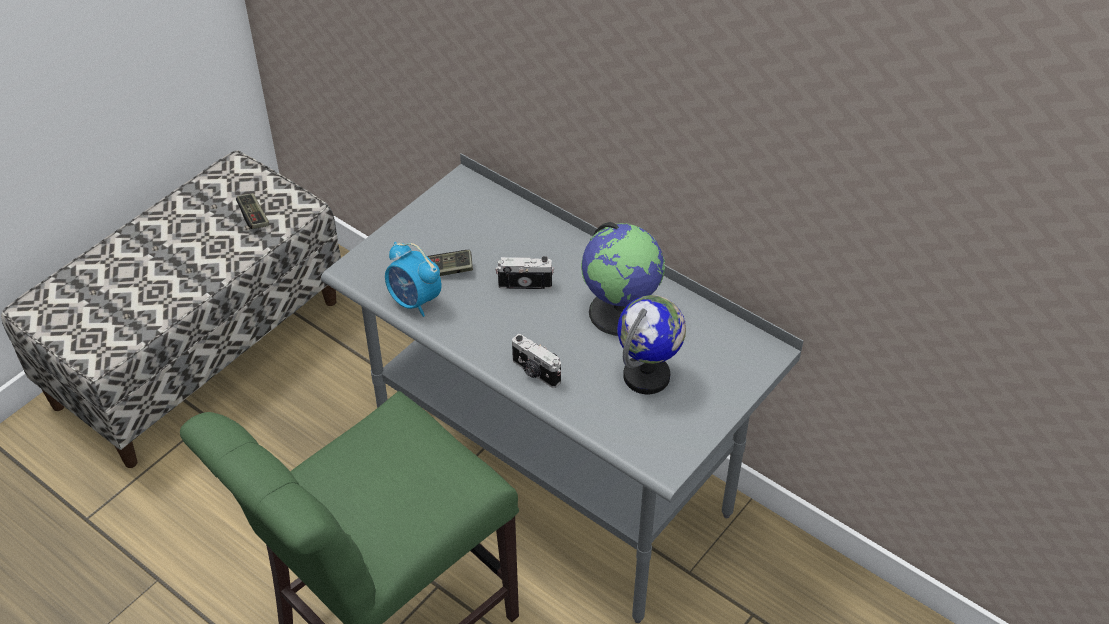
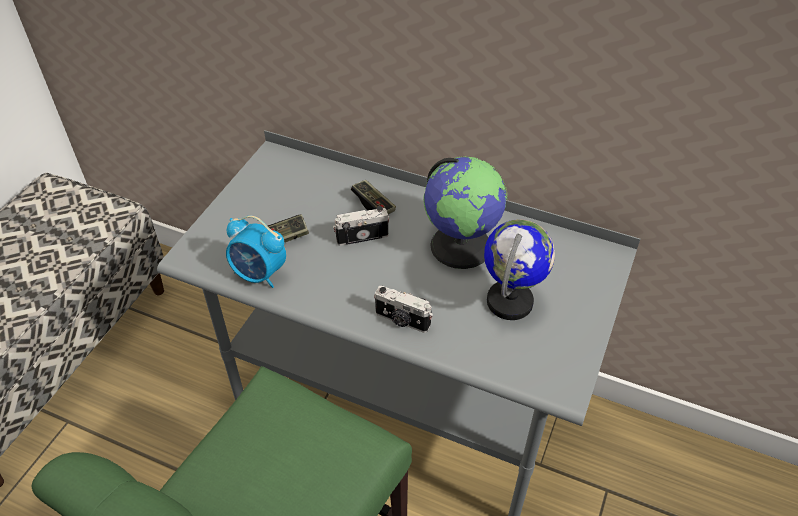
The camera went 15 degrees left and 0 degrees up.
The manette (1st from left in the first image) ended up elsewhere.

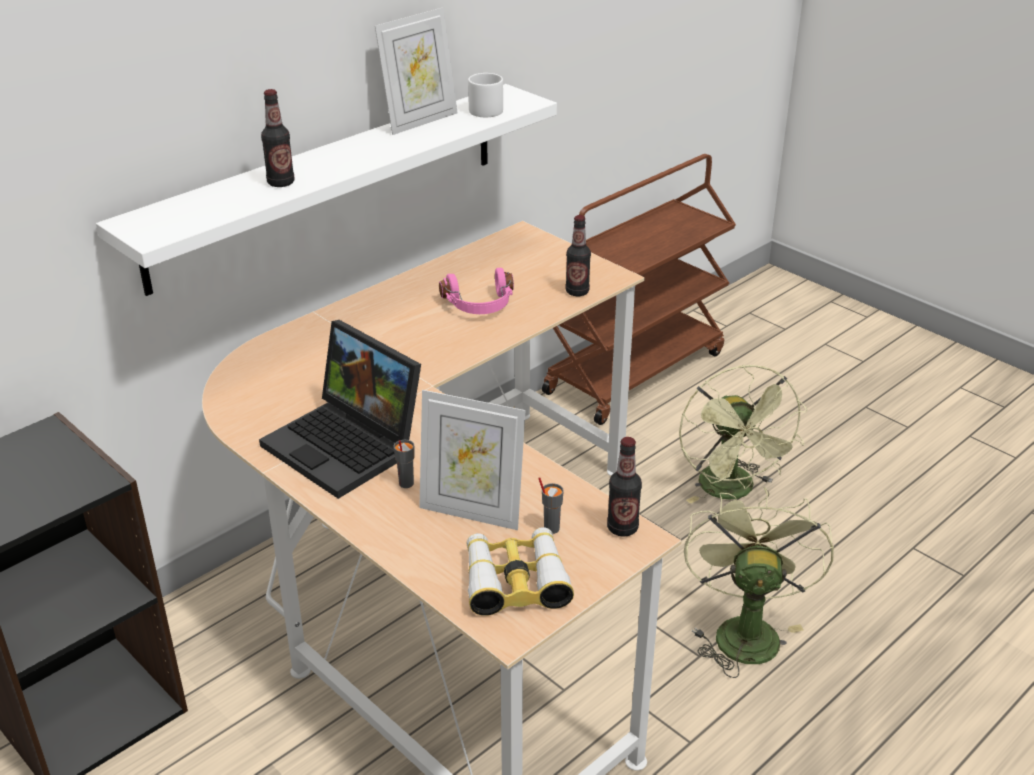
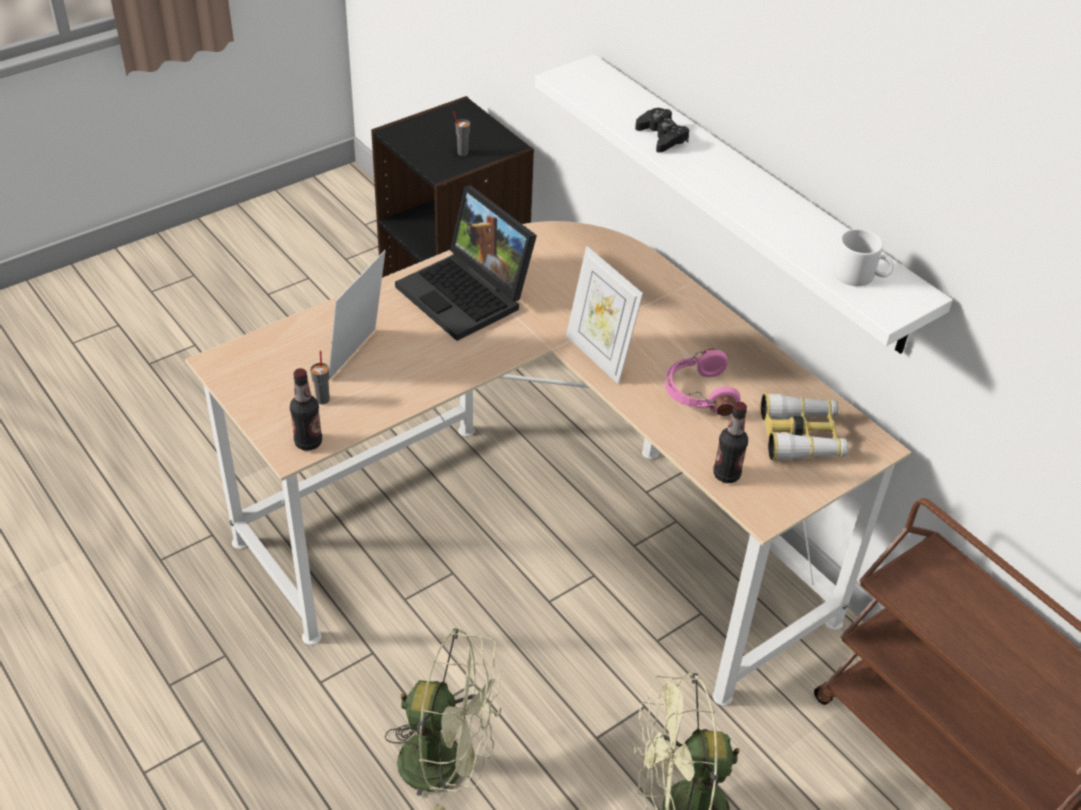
The camera went 95 degrees right and 10 degrees up.
The cadre photo (1st from left in the first image) ended up elsewhere.
Where the bouteille (1st from left) stood, the manette [noir] came to stand.
The ordinateur portable ended up facing another way, 90 degrees counterclockwise from before.
The tasse [gris] (1st from left in the first image) ended up elsewhere.
The jumelles ended up elsewhere.

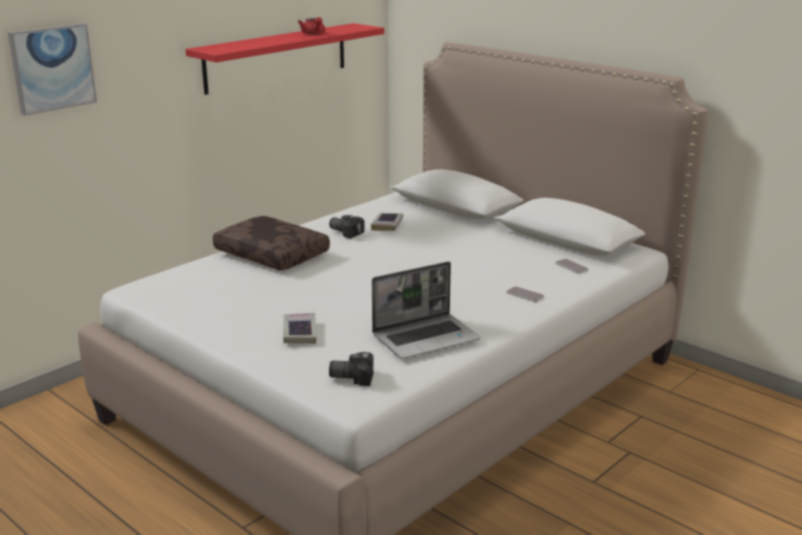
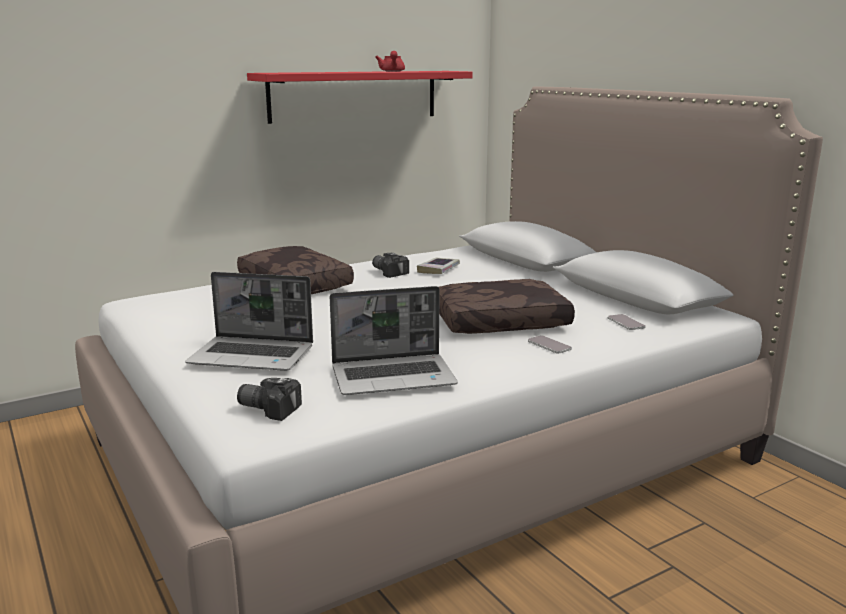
The camera went 15 degrees right and 5 degrees down.
The second view lost the tableau.
Where the livre (1st from left) stood, the ordinateur portable (1st from left) came to stand.
The second view gained the coussin [marron] (2nd from left).

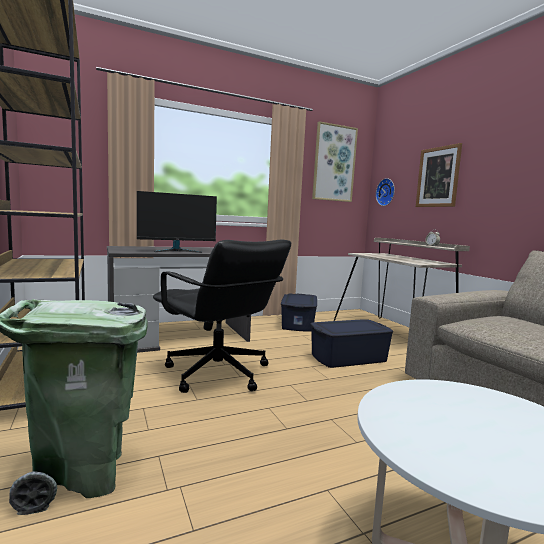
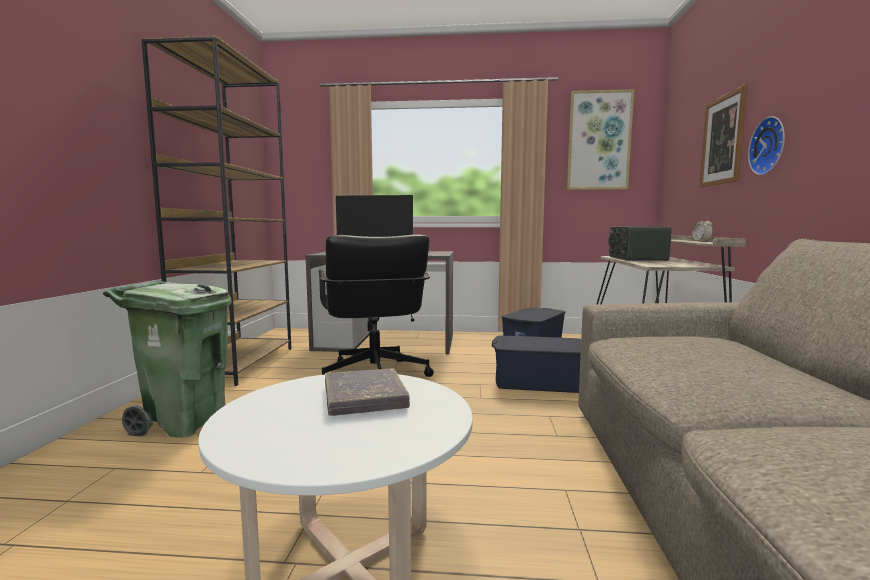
The camera went 30 degrees right and 0 degrees up.
The horloge murale ended up elsewhere.
The second view gained the radio.
The second view gained the livre [gris].

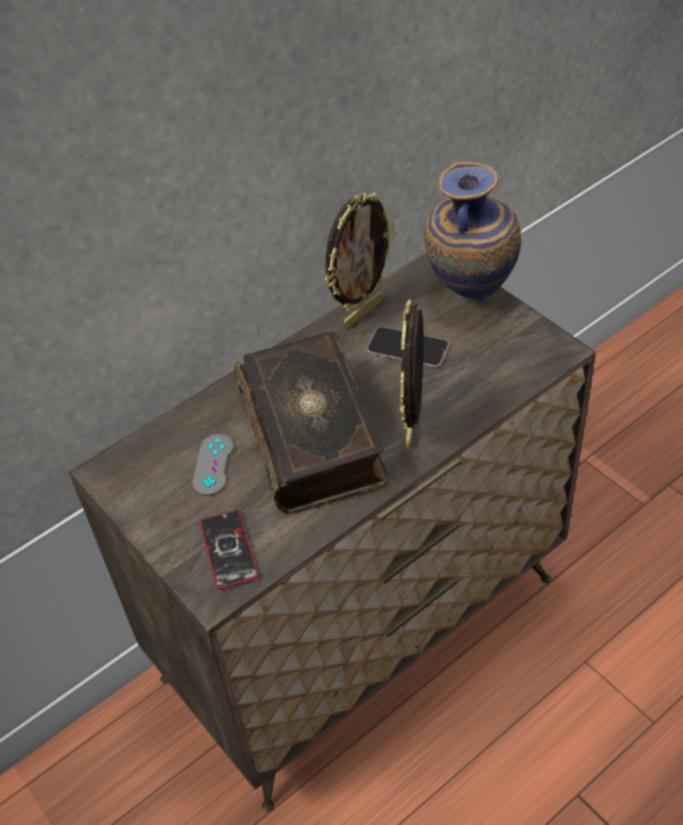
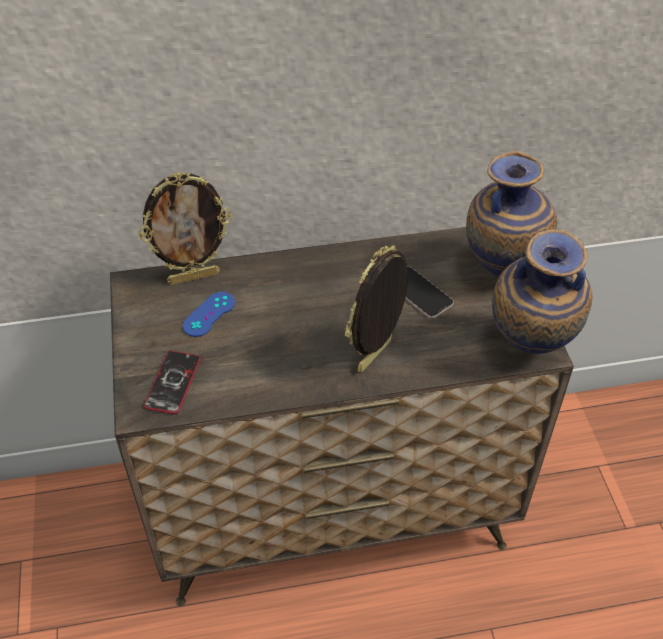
The camera went 25 degrees right and 0 degrees up.
The cadre photo (1st from left) ended up elsewhere.
The second view lost the livre.
What was the manette [gris] turned into the manette [bleu].
The second view gained the vase (2nd from left).

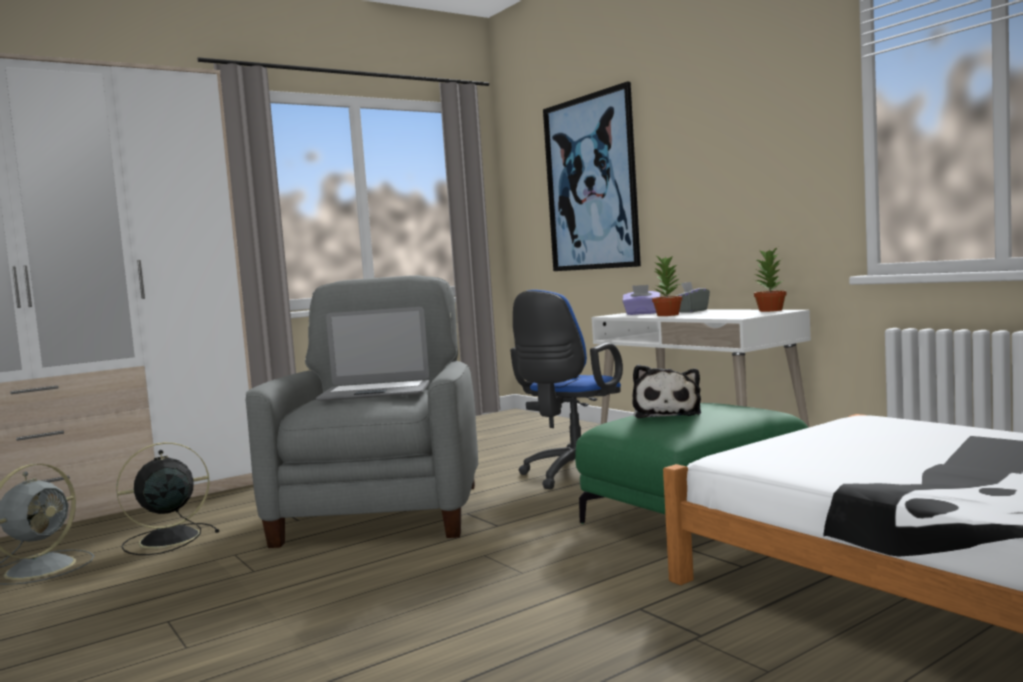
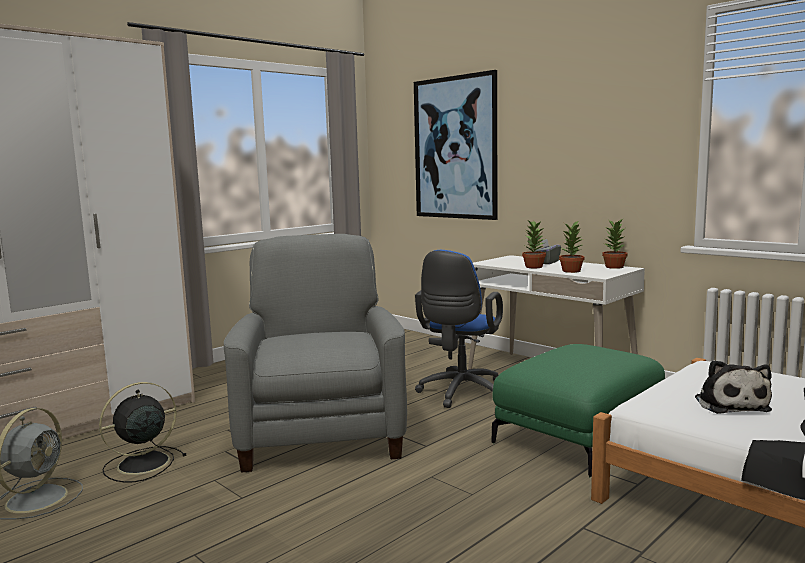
The camera went 10 degrees left and 5 degrees up.
The second view lost the boîte à mouchoirs [violet].
The second view lost the ordinateur portable.
The peluche ended up elsewhere.
The second view gained the plante en pot (2nd from left).

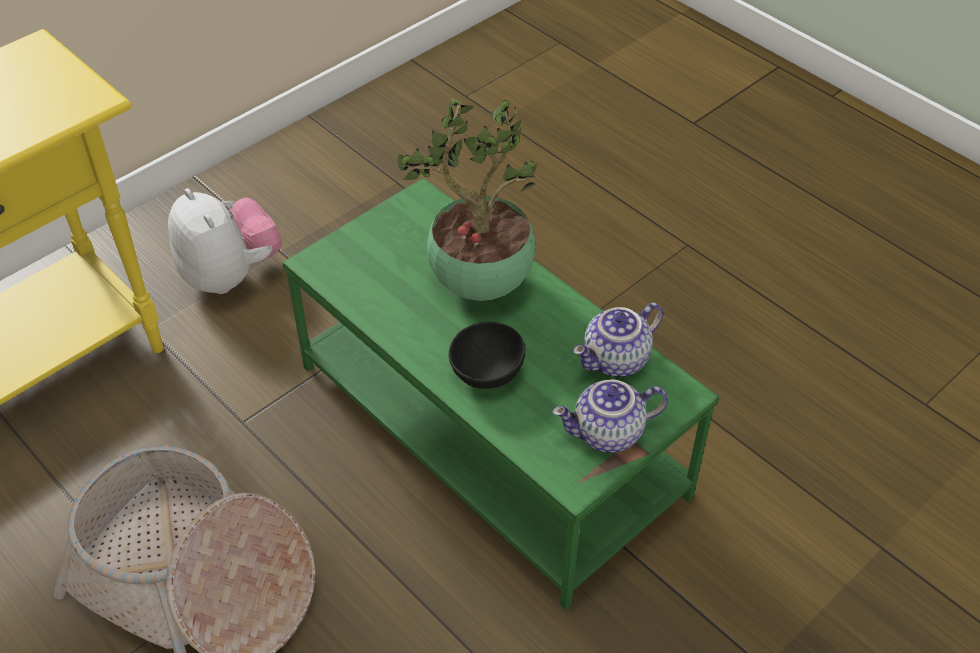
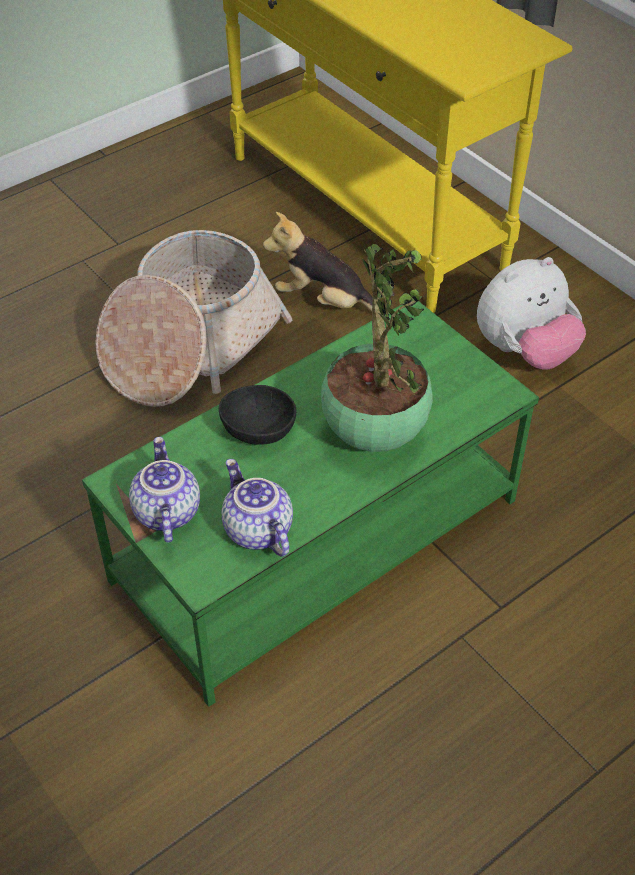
The camera went 95 degrees right and 0 degrees up.
The second view gained the peluche (1st from left).

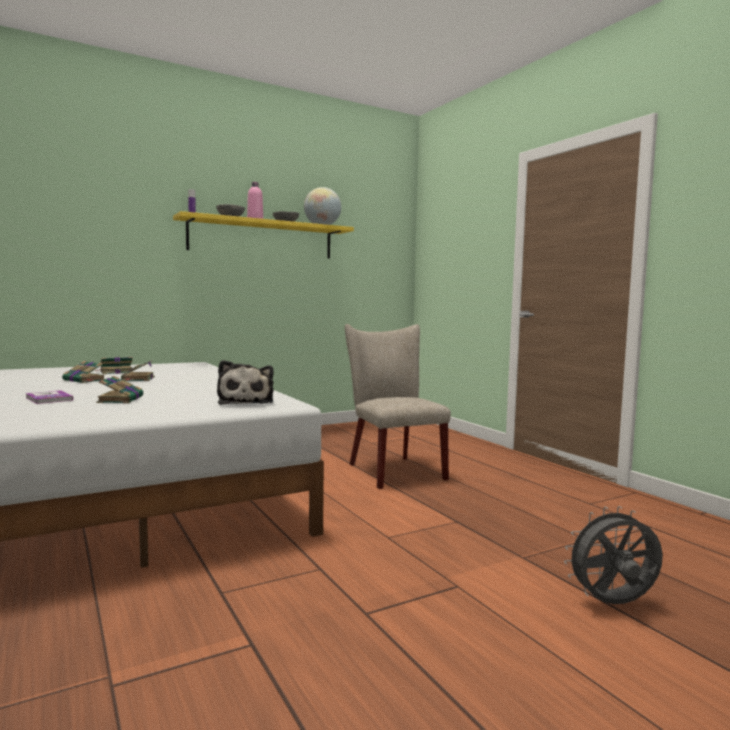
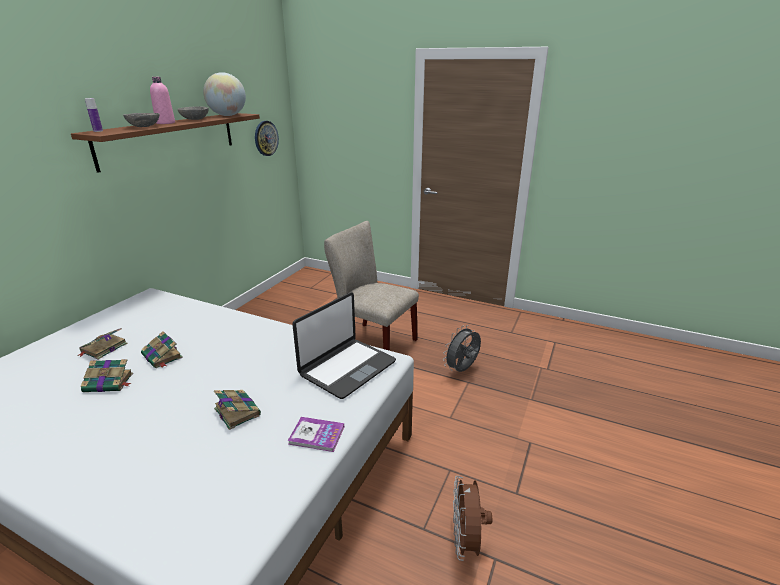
The camera went 35 degrees left and 20 degrees up.
What was the étagère [jaune] turned into the étagère [marron].
Where the peluche stood, the ordinateur portable came to stand.
The livre (1st from left in the first image) ended up elsewhere.
The ventilateur [gris] ended up elsewhere.
The second view gained the horloge murale.
The second view gained the ventilateur [marron].

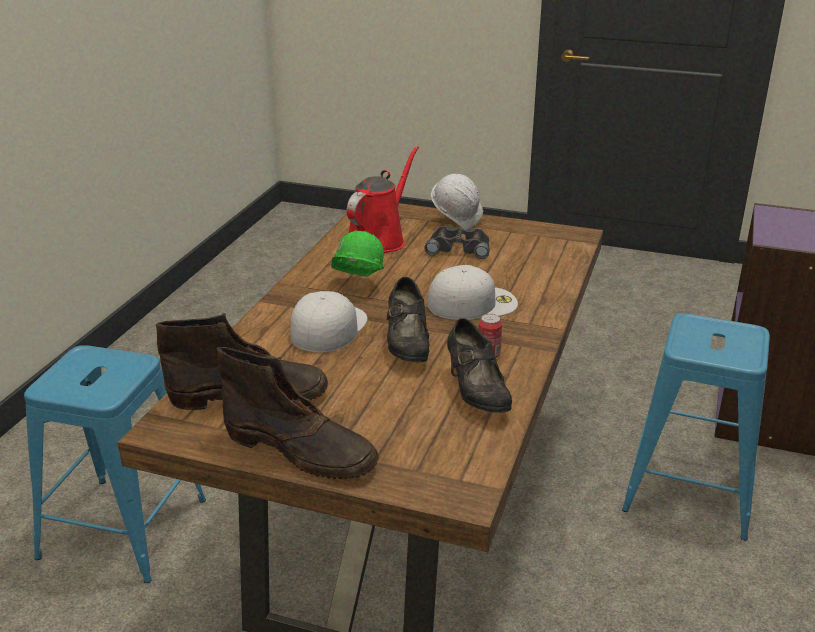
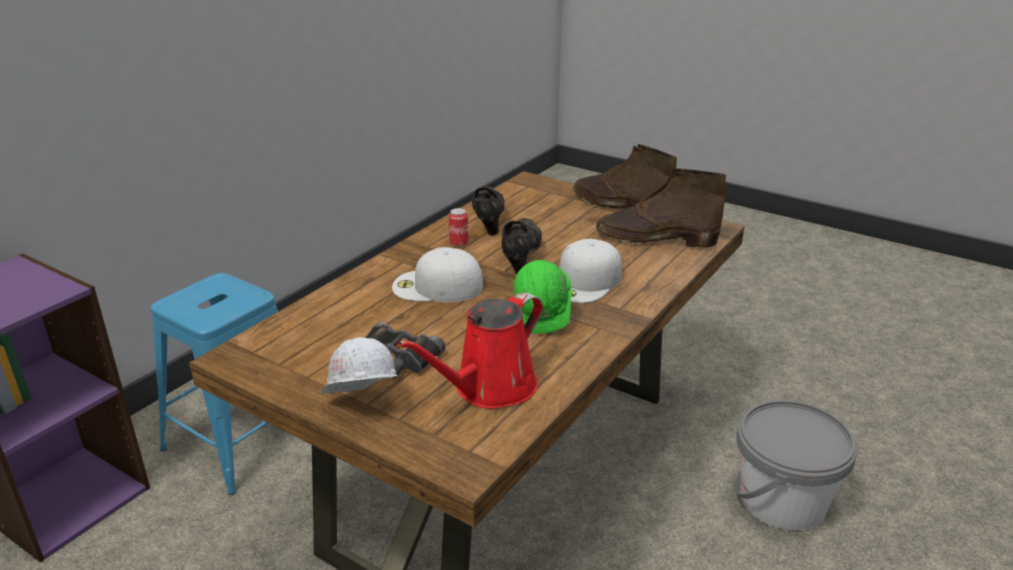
The camera went 165 degrees left and 0 degrees up.
Where the tabouret [bleu] (1st from left) stood, the seau [gris] came to stand.

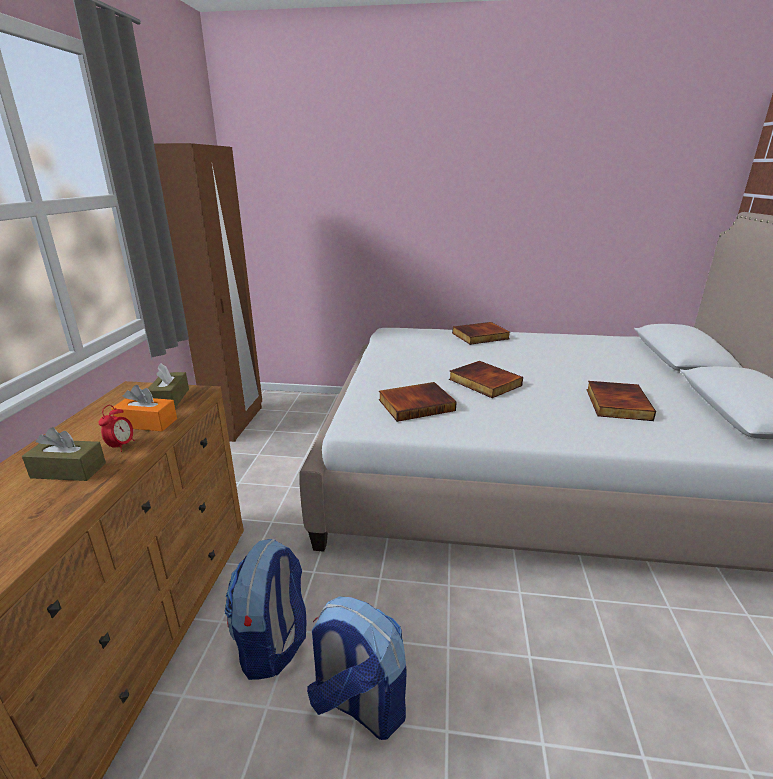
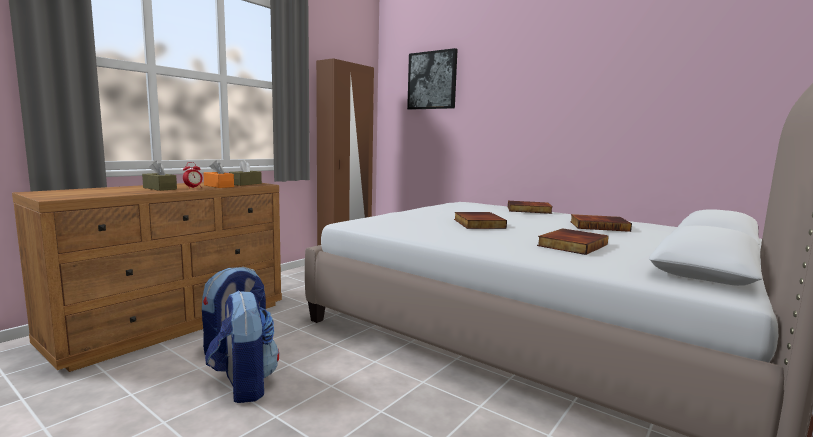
The camera went 30 degrees right and 15 degrees down.
The livre (1st from left in the first image) ended up elsewhere.
The second view gained the tableau.

